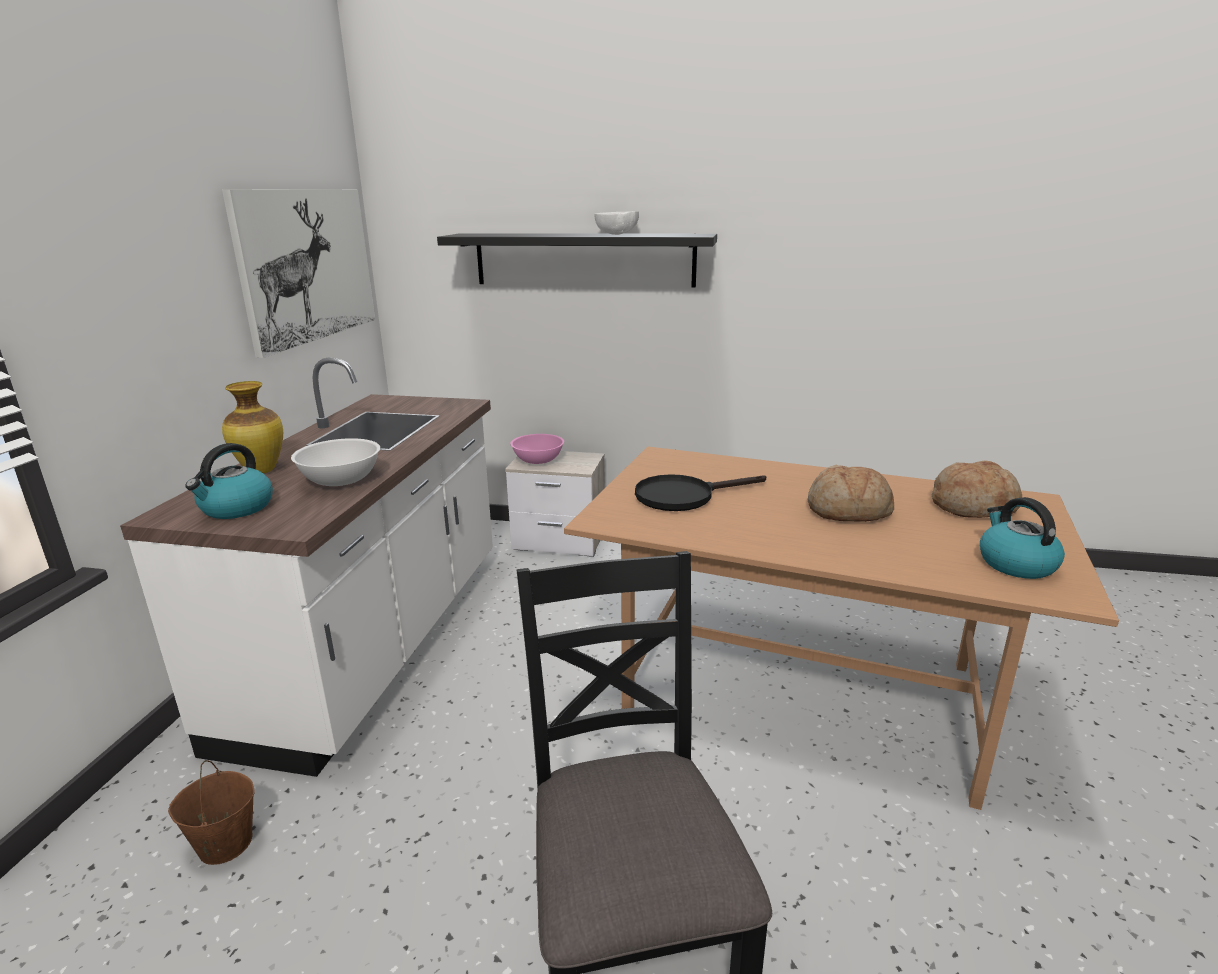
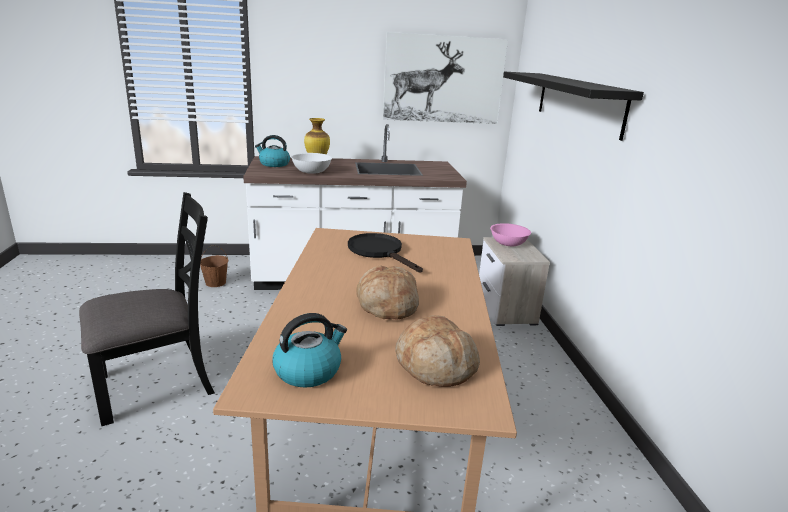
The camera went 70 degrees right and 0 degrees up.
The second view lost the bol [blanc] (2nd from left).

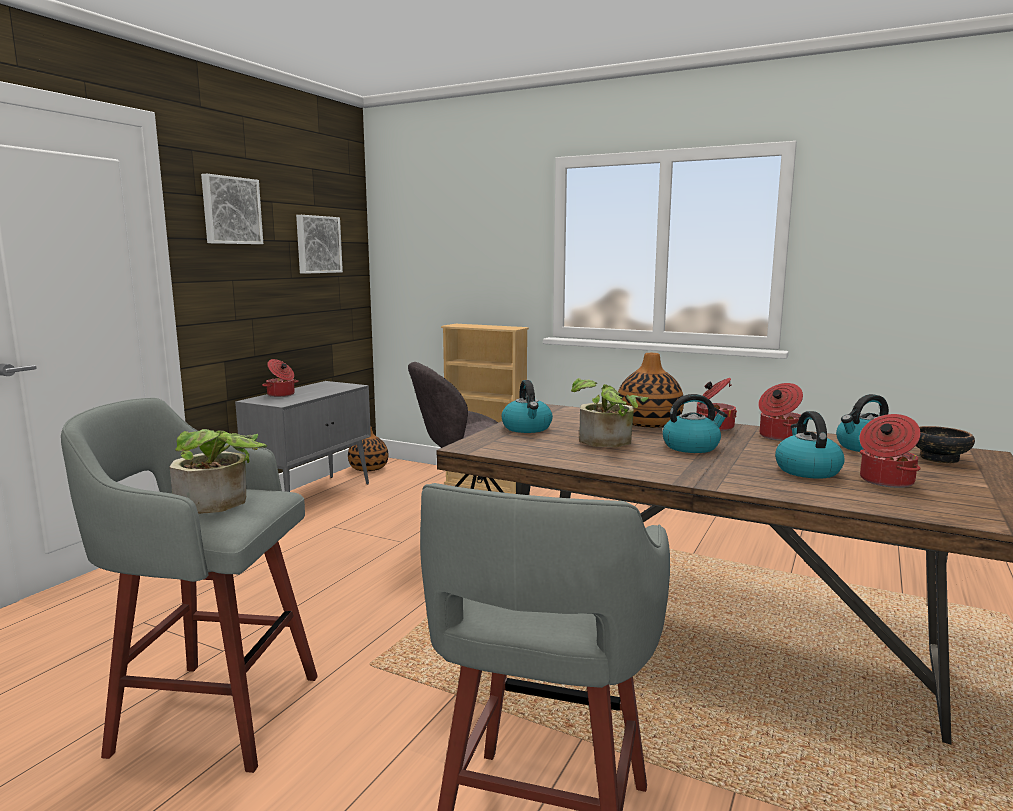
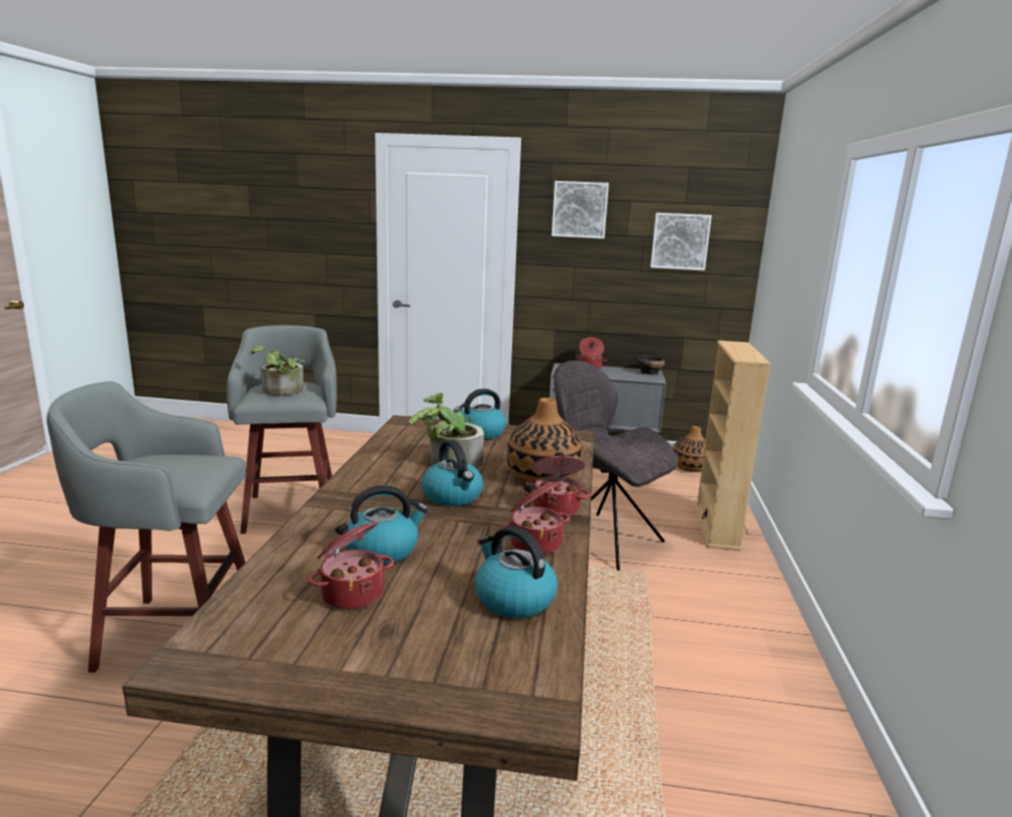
The camera went 70 degrees right and 5 degrees up.
The bol ended up elsewhere.

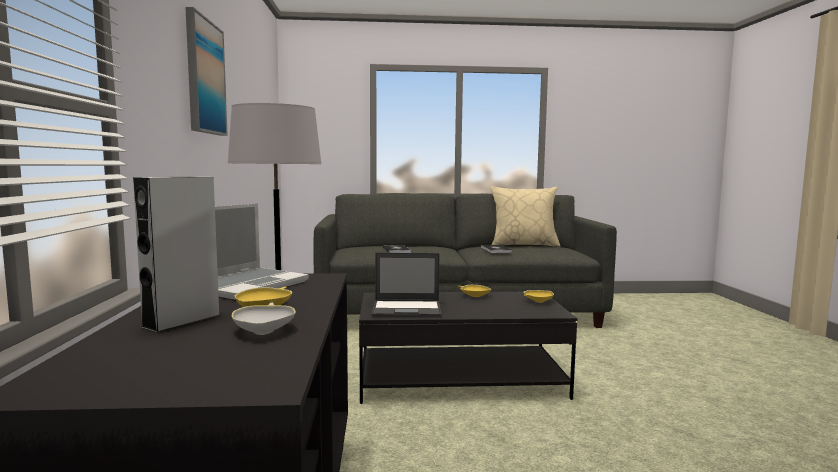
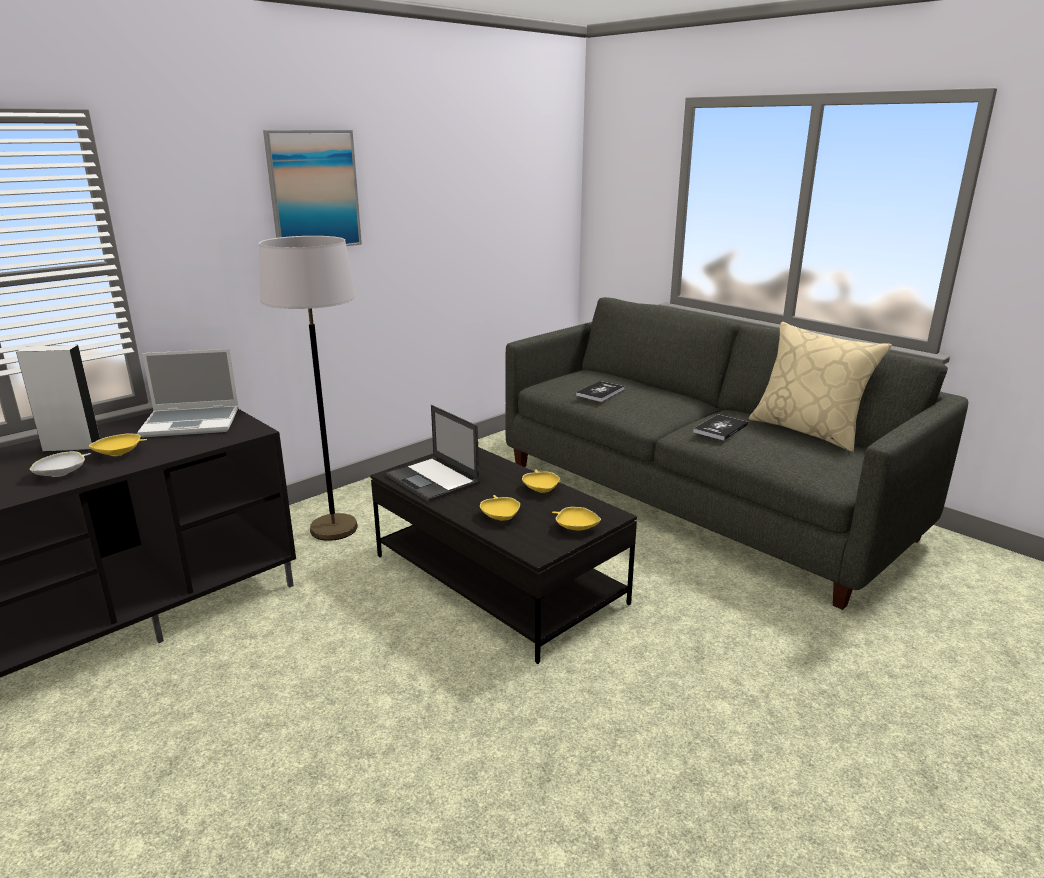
The camera went 50 degrees right and 15 degrees up.
The second view gained the bol [jaune] (2nd from left).

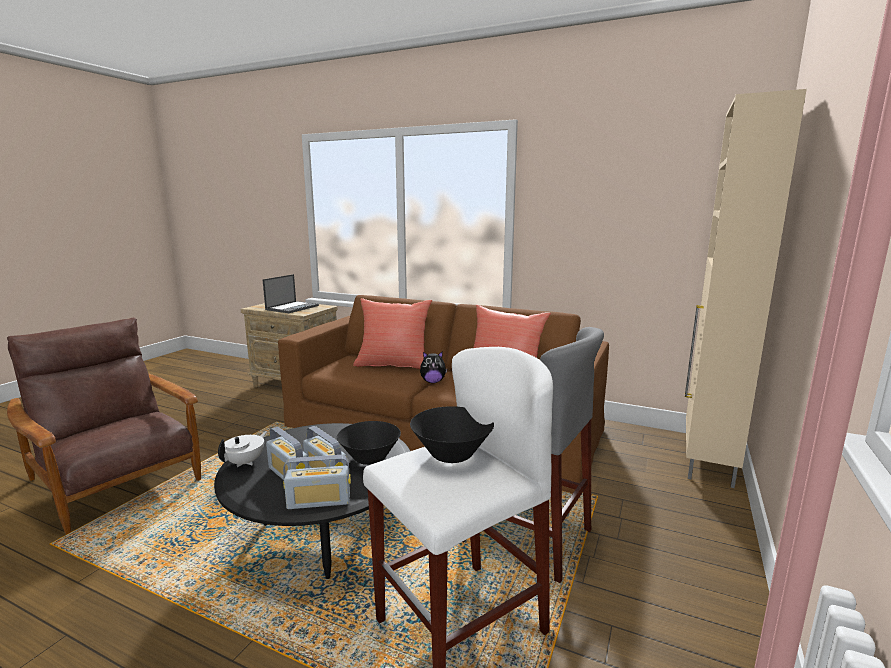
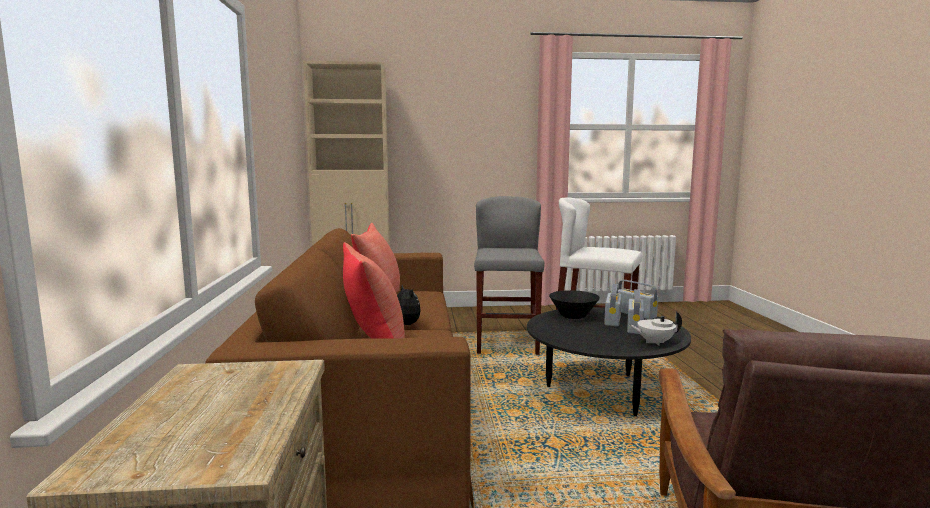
The camera went 120 degrees left and 5 degrees down.
The second view lost the ordinateur portable.
The second view lost the bol [noir] (2nd from left).

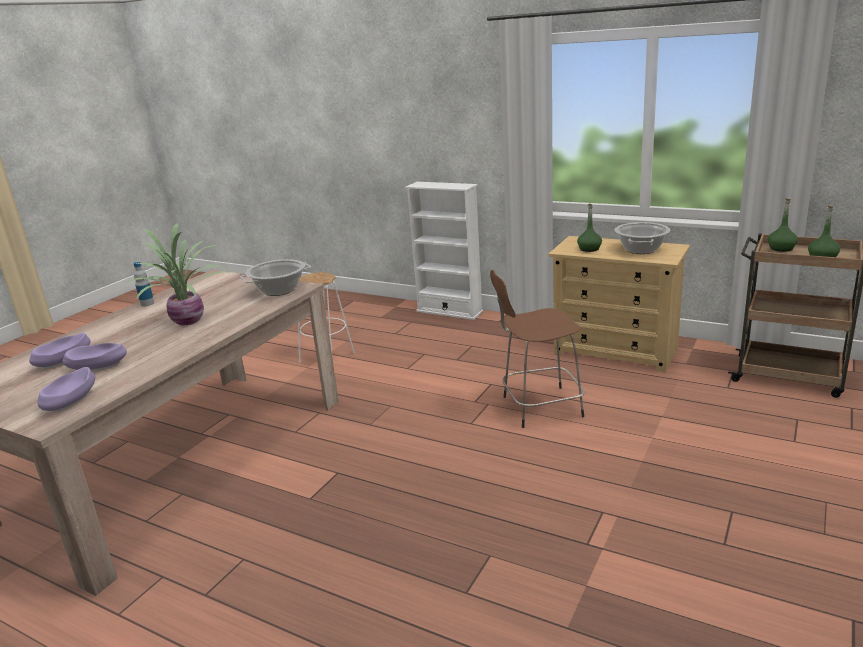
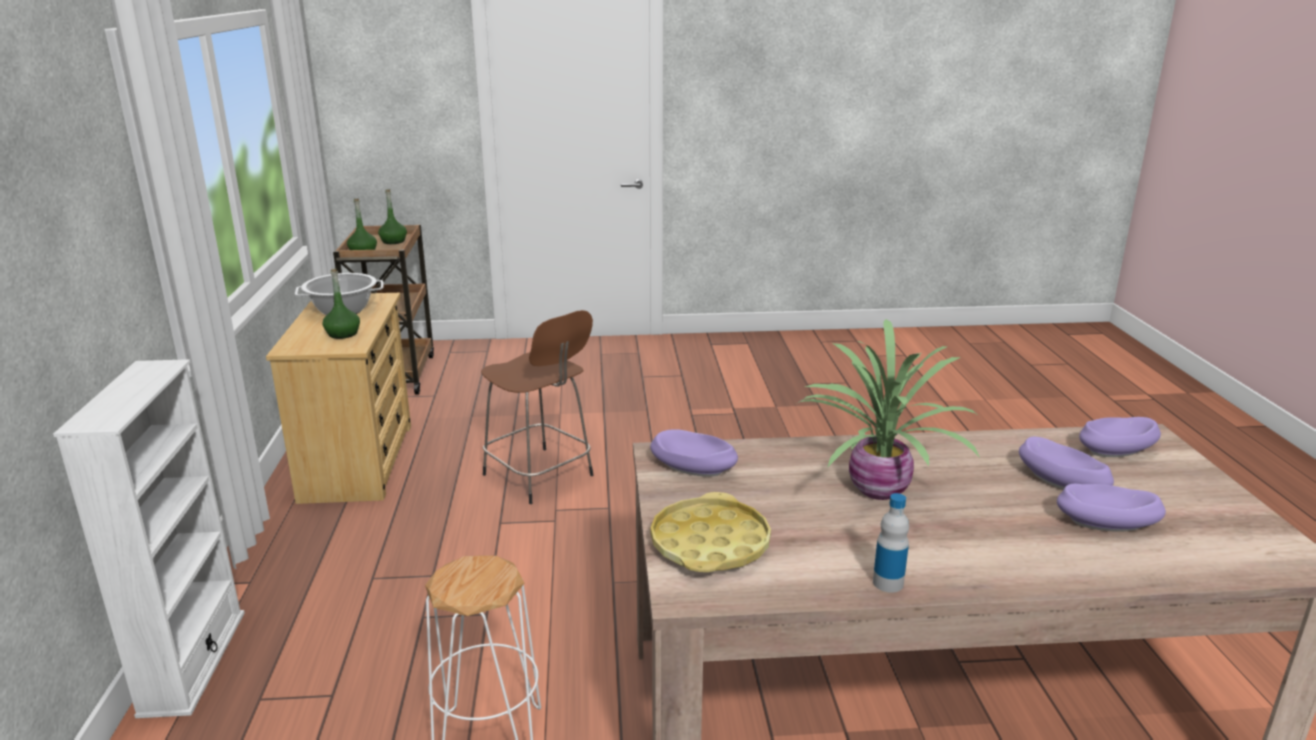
The camera went 125 degrees left and 0 degrees up.
Where the marmite (1st from left) stood, the bol [violet] (1st from left) came to stand.
The second view gained the plateau [jaune].

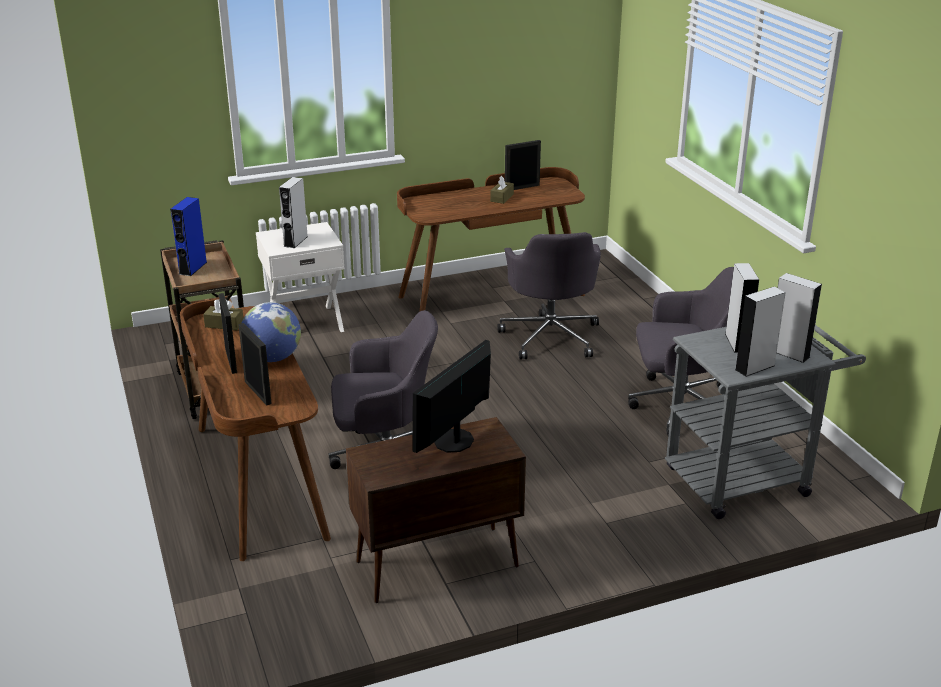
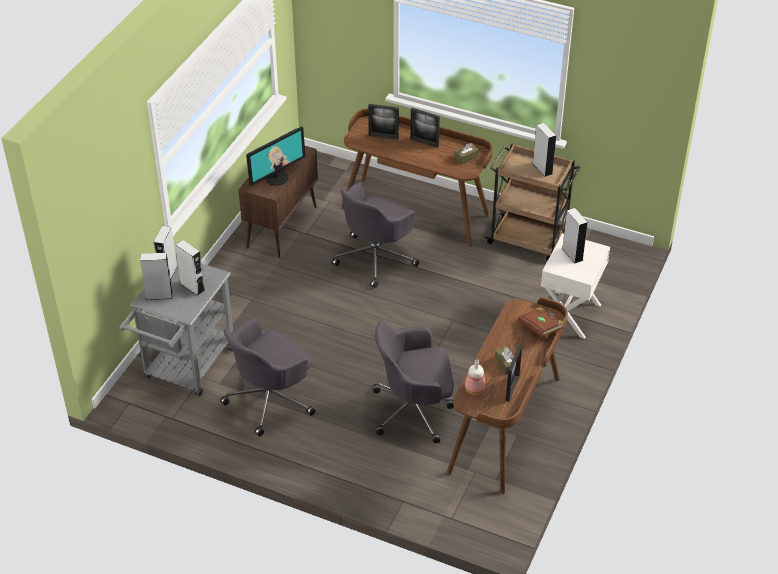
The camera went 135 degrees right and 15 degrees up.
What was the enceinte [bleu] turned into the enceinte [gris] (4th from left).
The chaise de bureau [gris] (2nd from left in the first image) ended up facing another way, 45 degrees counterclockwise from before.
The second view lost the globe.
The écran d'ordinateur ended up facing another way, 60 degrees clockwise from before.
The second view gained the livre [marron].
The second view gained the bouteille.

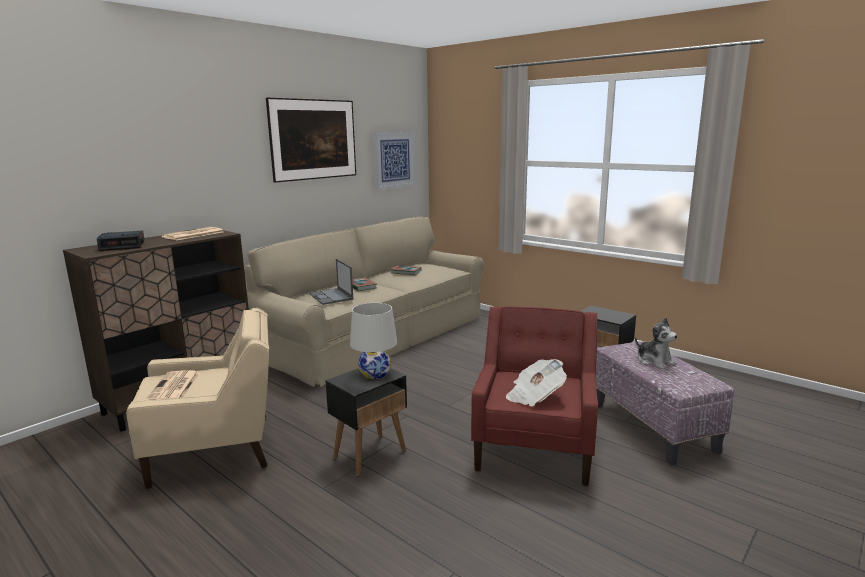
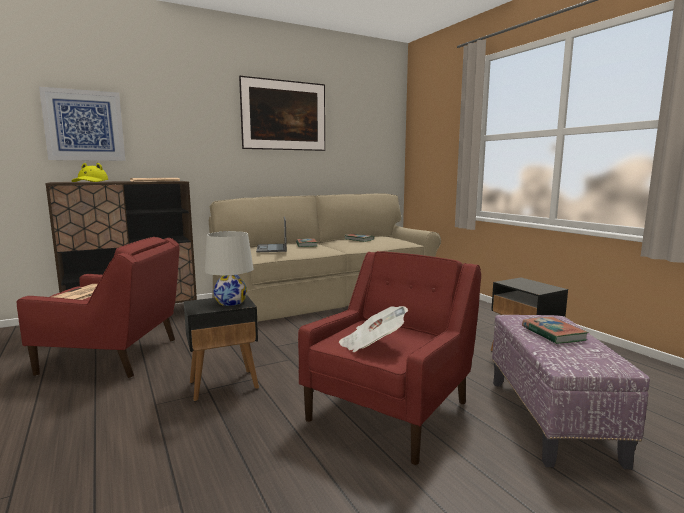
The camera went 20 degrees right and 5 degrees down.
The tableau (2nd from left in the first image) ended up elsewhere.
Where the réveil stood, the chapeau [jaune] came to stand.
What was the fauteuil [beige] turned into the fauteuil [rouge] (1st from left).
Where the peluche stood, the livre (3rd from left) came to stand.

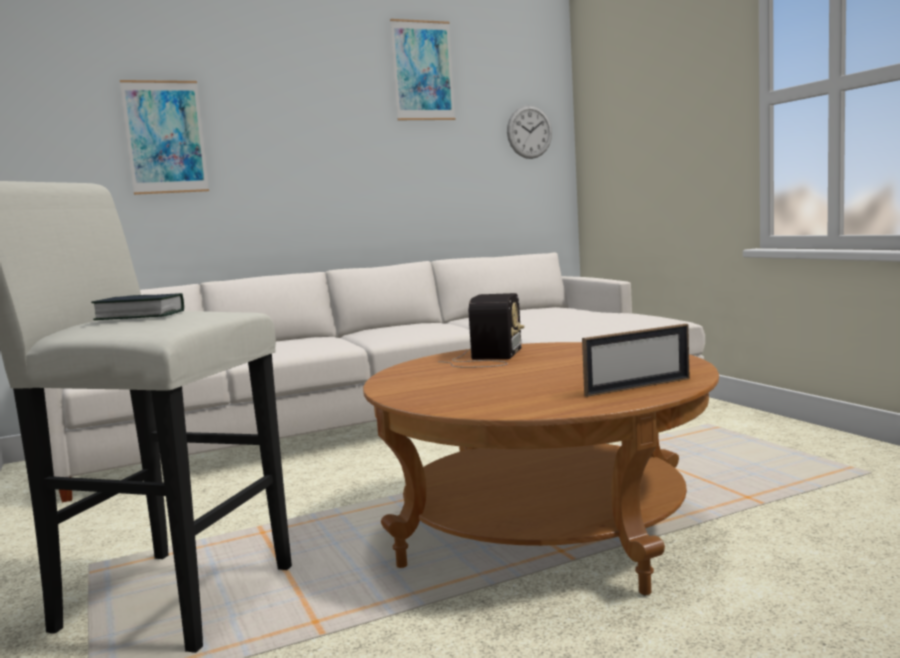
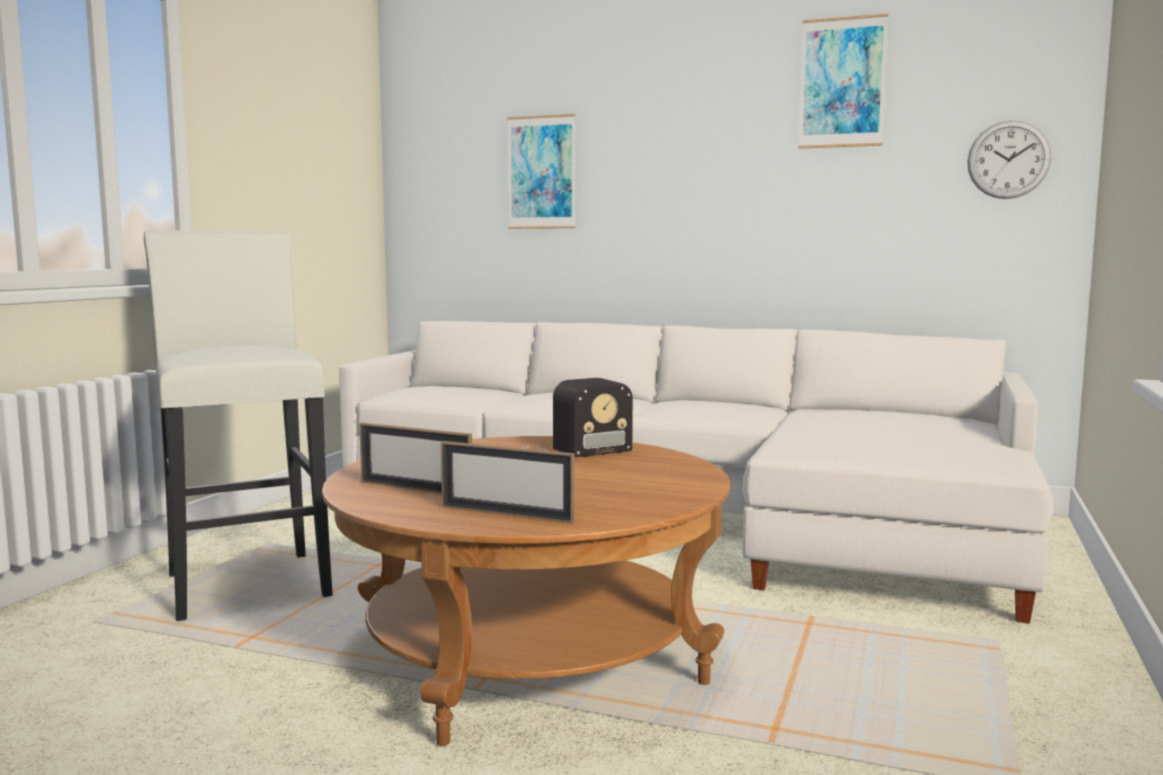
The camera went 45 degrees right and 0 degrees up.
The second view lost the livre.
The second view gained the cadre photo (1st from left).

